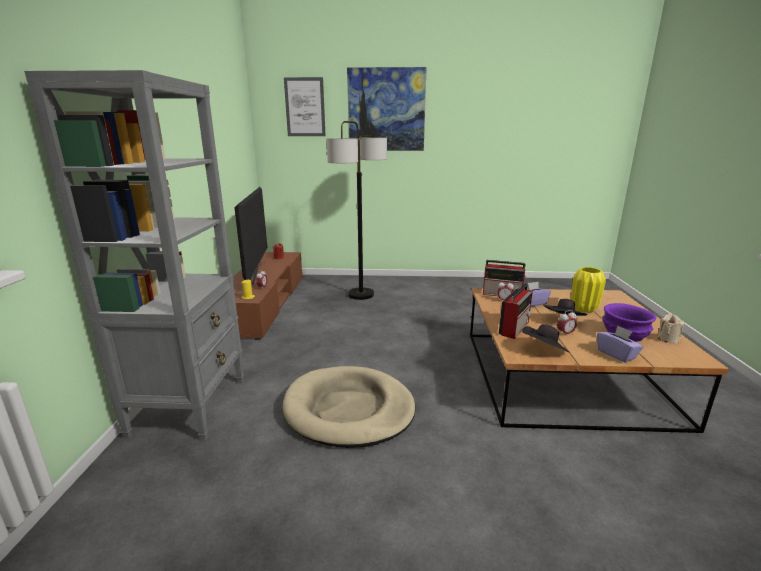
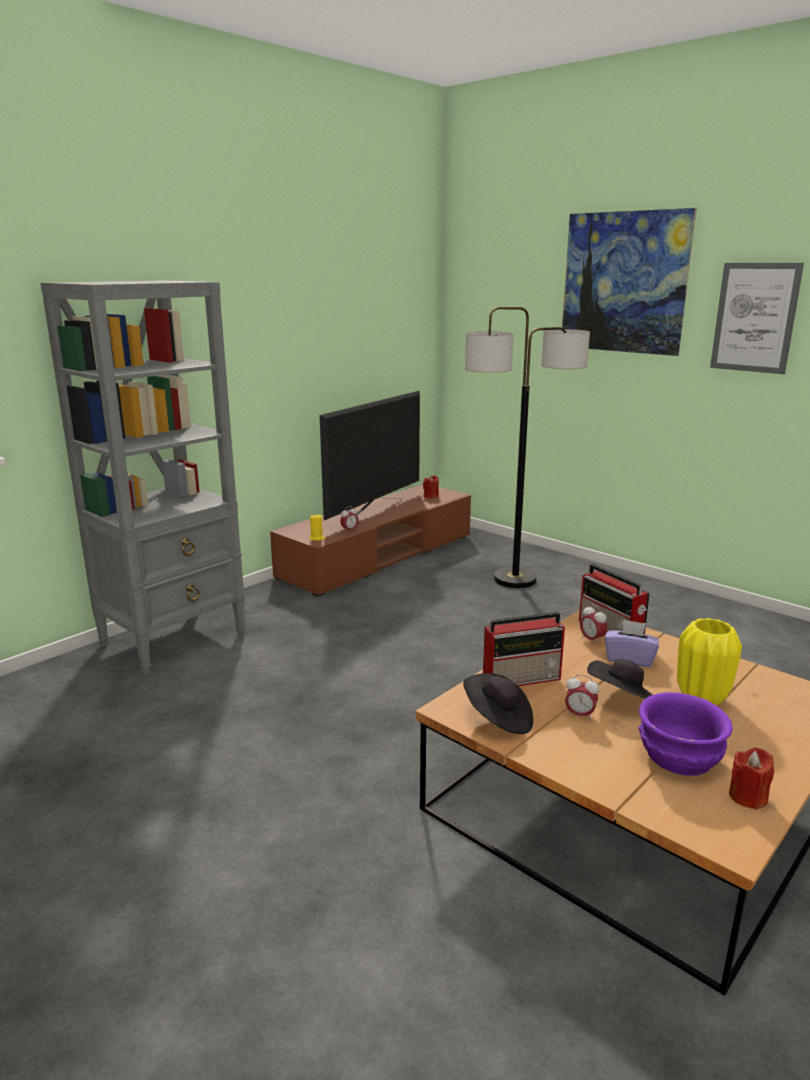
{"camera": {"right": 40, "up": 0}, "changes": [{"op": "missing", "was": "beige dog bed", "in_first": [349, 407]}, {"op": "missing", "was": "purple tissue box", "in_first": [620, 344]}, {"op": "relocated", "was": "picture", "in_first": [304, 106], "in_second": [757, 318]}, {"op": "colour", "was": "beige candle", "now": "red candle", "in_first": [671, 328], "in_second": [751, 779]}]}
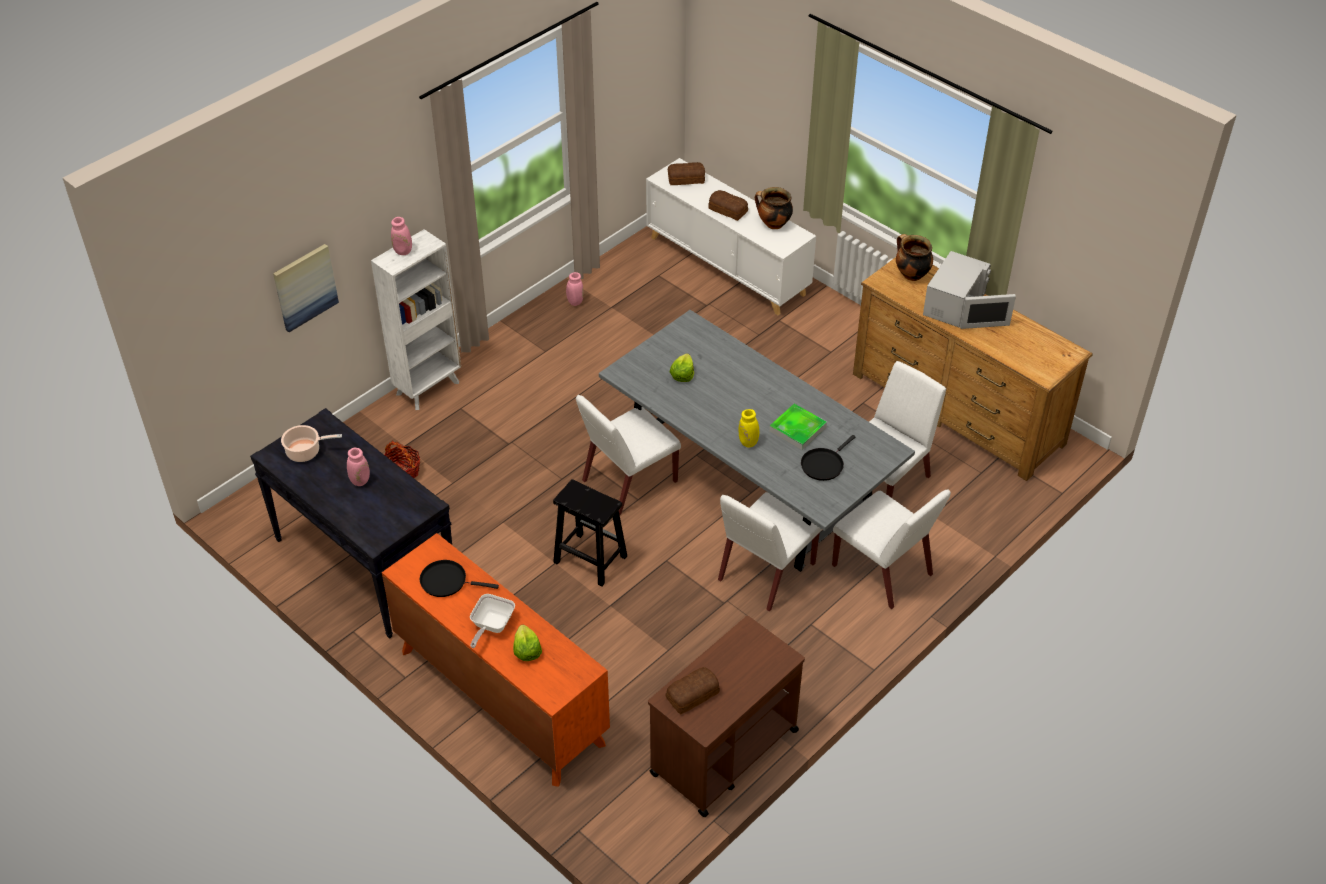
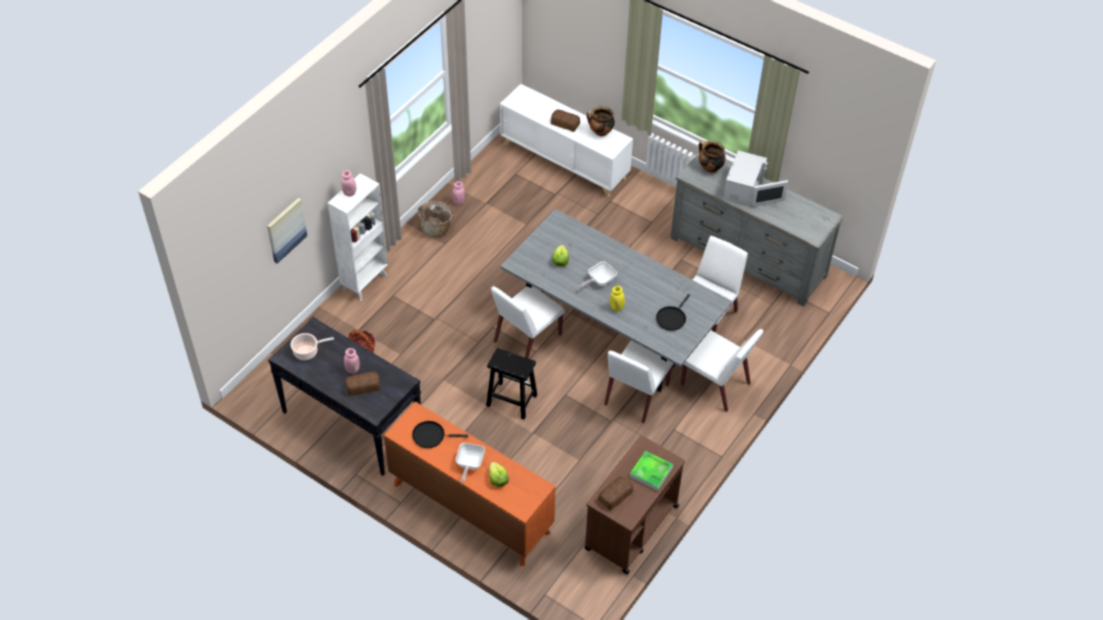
{"camera": {"right": -10, "up": 5}, "changes": [{"op": "appeared", "now": "basket", "in_second": [435, 219]}, {"op": "appeared", "now": "frying pan", "in_second": [598, 274]}, {"op": "relocated", "was": "bread", "in_first": [686, 173], "in_second": [362, 383]}, {"op": "relocated", "was": "tray", "in_first": [798, 427], "in_second": [651, 471]}, {"op": "colour", "was": "brown dresser", "now": "grey dresser", "in_first": [973, 369], "in_second": [757, 229]}]}
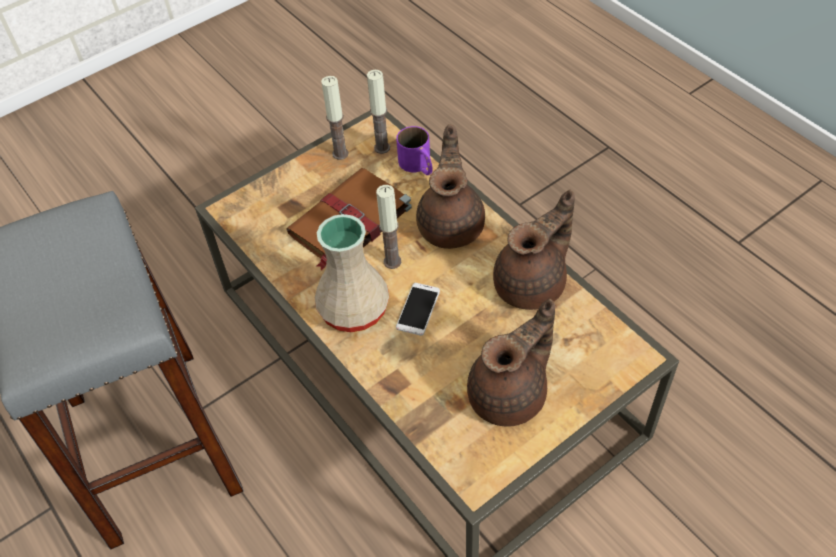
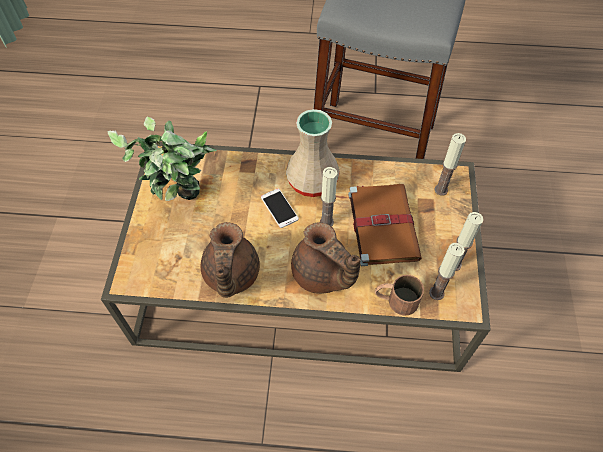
{"camera": {"right": 130, "up": 5}, "changes": [{"op": "appeared", "now": "candle", "in_second": [450, 164]}, {"op": "exchanged", "was": "brown teapot", "now": "potted plant", "in_first": [511, 363], "in_second": [162, 159]}, {"op": "colour", "was": "purple mug", "now": "brown mug", "in_first": [414, 150], "in_second": [399, 295]}]}
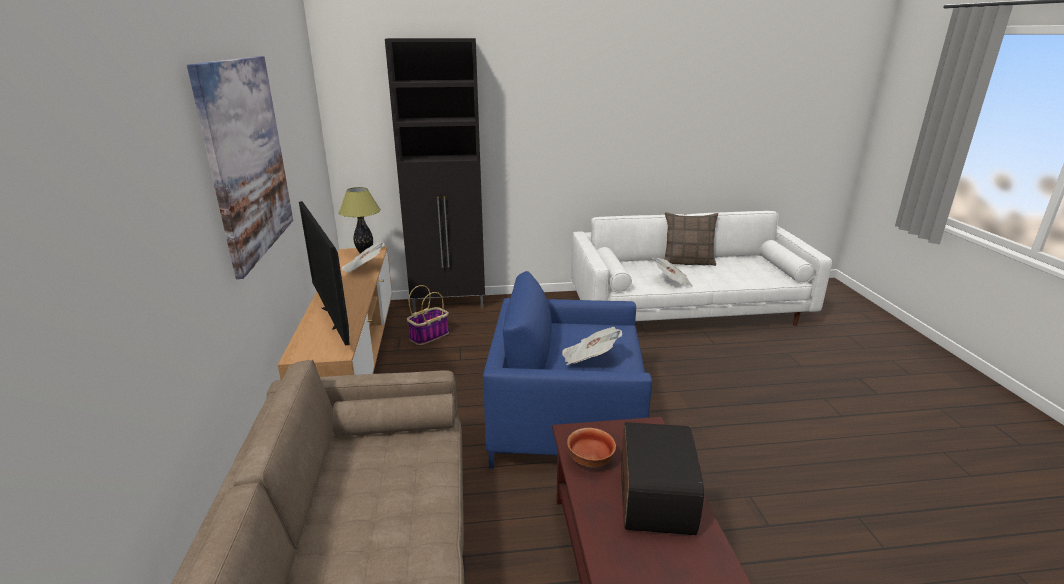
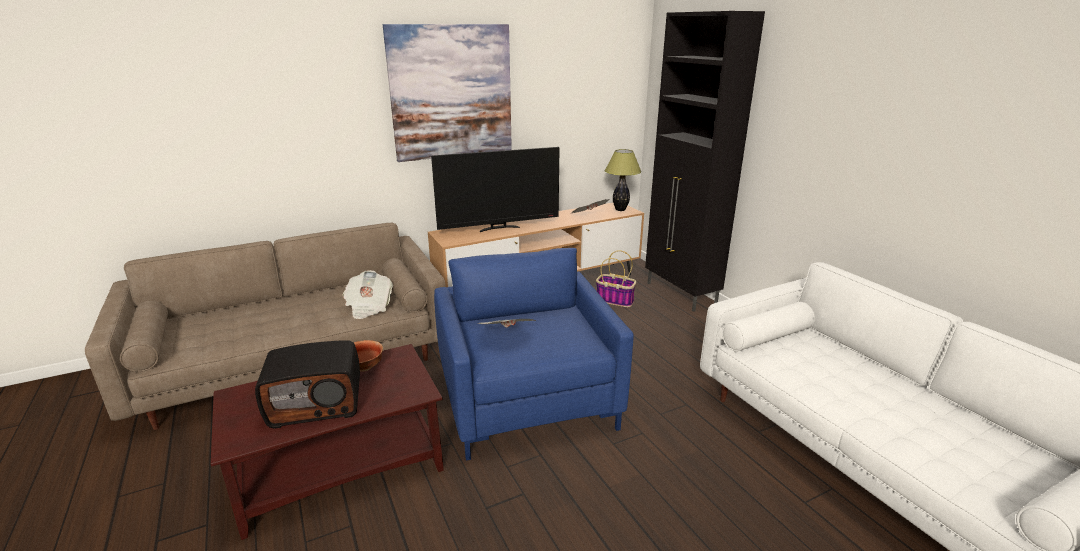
{"camera": {"right": 70, "up": 0}, "changes": [{"op": "missing", "was": "pillow", "in_first": [691, 239]}, {"op": "relocated", "was": "newspaper", "in_first": [672, 272], "in_second": [368, 294]}, {"op": "spun", "was": "television", "in_first": [324, 273], "in_second": [495, 189], "clockwise": -150}]}
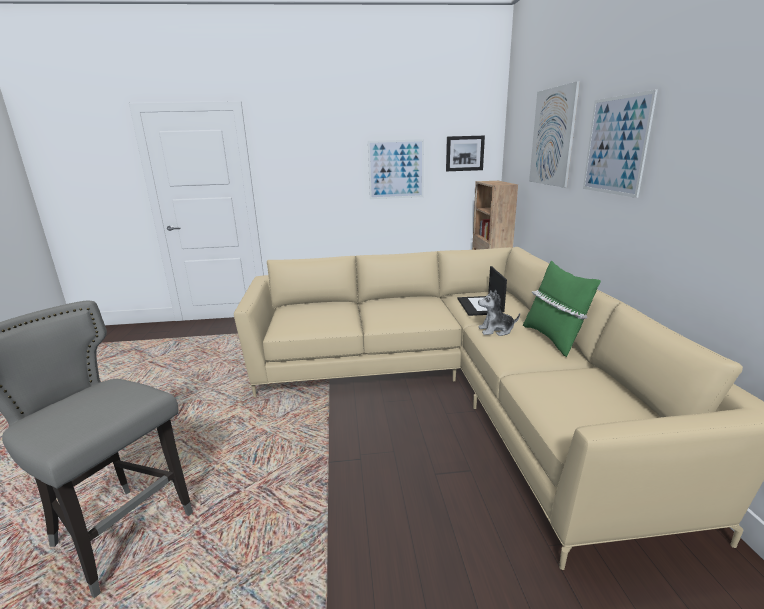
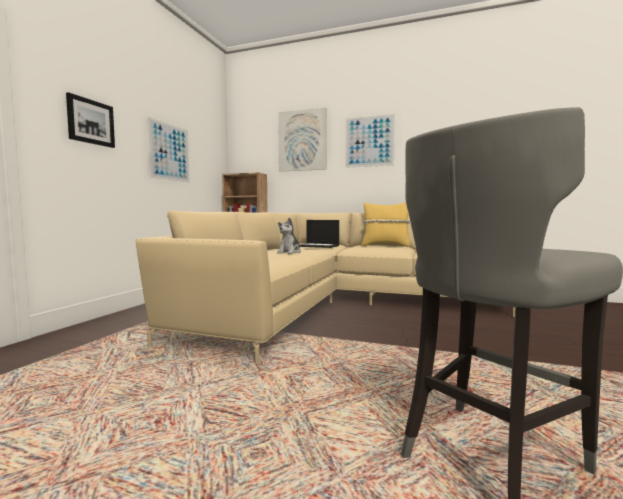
{"camera": {"right": -65, "up": -15}, "changes": [{"op": "relocated", "was": "picture", "in_first": [465, 153], "in_second": [90, 120]}, {"op": "relocated", "was": "plush toy", "in_first": [499, 313], "in_second": [289, 236]}, {"op": "colour", "was": "green pillow", "now": "yellow pillow", "in_first": [562, 309], "in_second": [385, 225]}]}
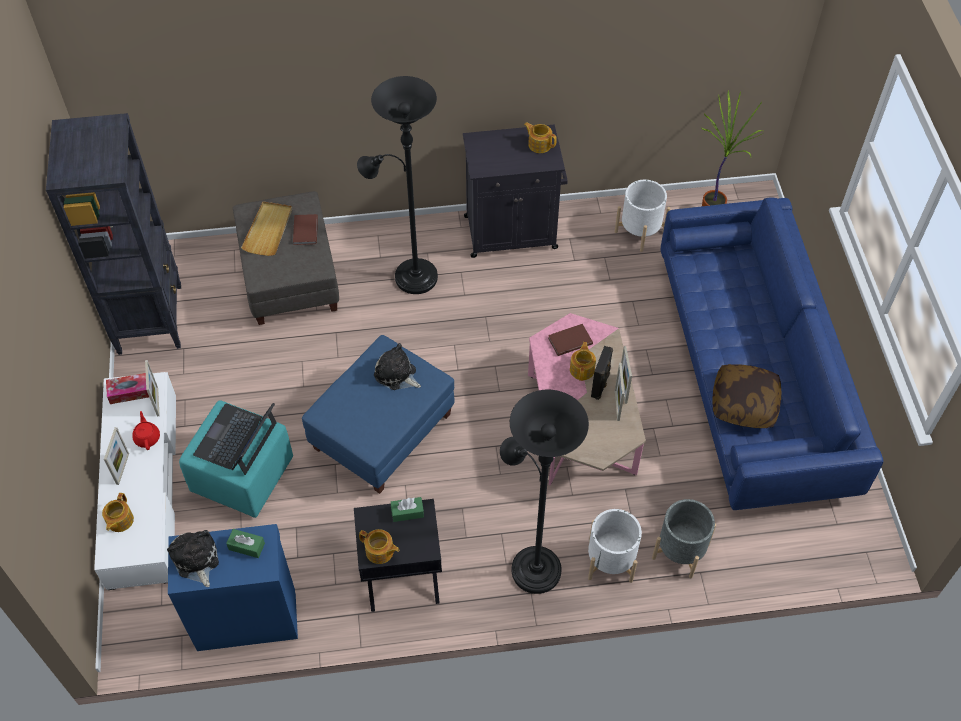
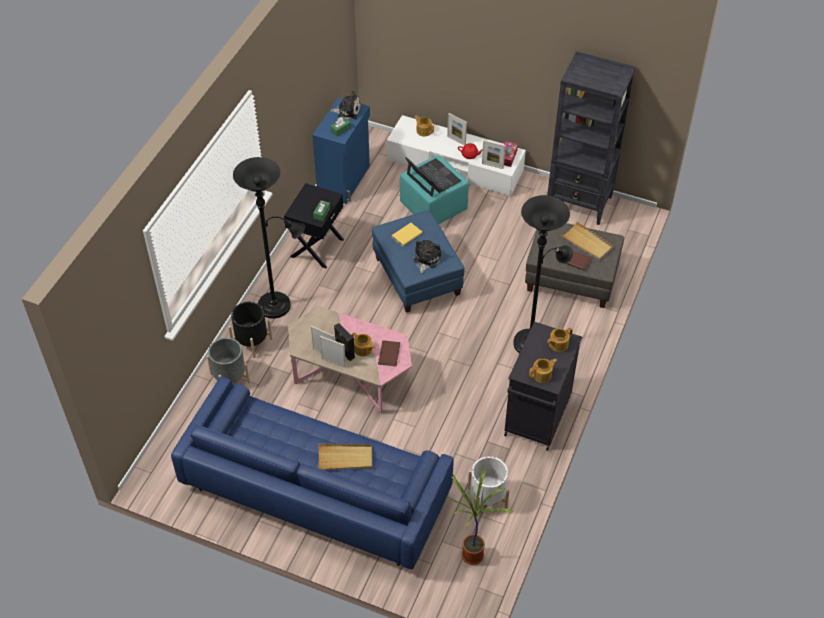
{"camera": {"right": 120, "up": -5}, "changes": [{"op": "missing", "was": "pillow", "in_first": [746, 396]}, {"op": "appeared", "now": "beige tray", "in_second": [345, 457]}, {"op": "appeared", "now": "yellow book", "in_second": [407, 234]}, {"op": "relocated", "was": "teapot", "in_first": [379, 546], "in_second": [559, 339]}, {"op": "colour", "was": "white planter", "now": "black planter", "in_first": [615, 546], "in_second": [250, 330]}, {"op": "spun", "was": "plush toy", "in_first": [397, 366], "in_second": [427, 257], "clockwise": -45}]}
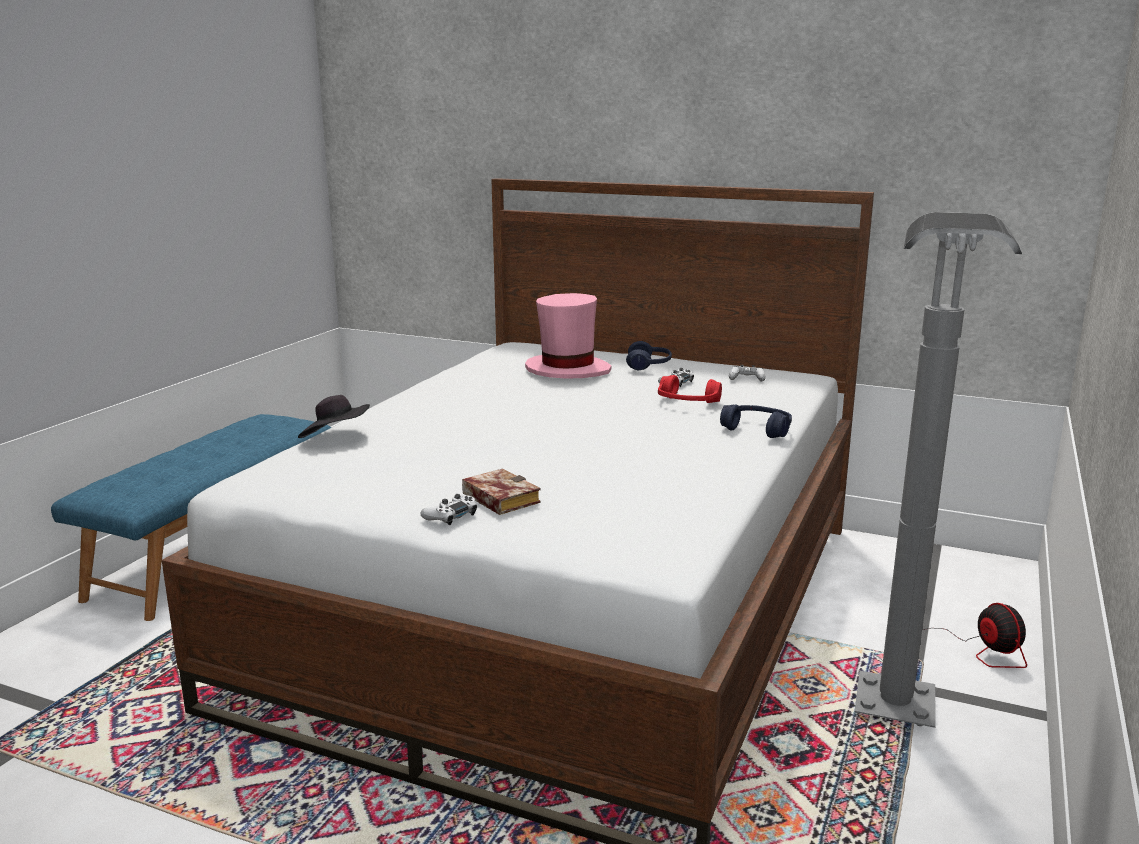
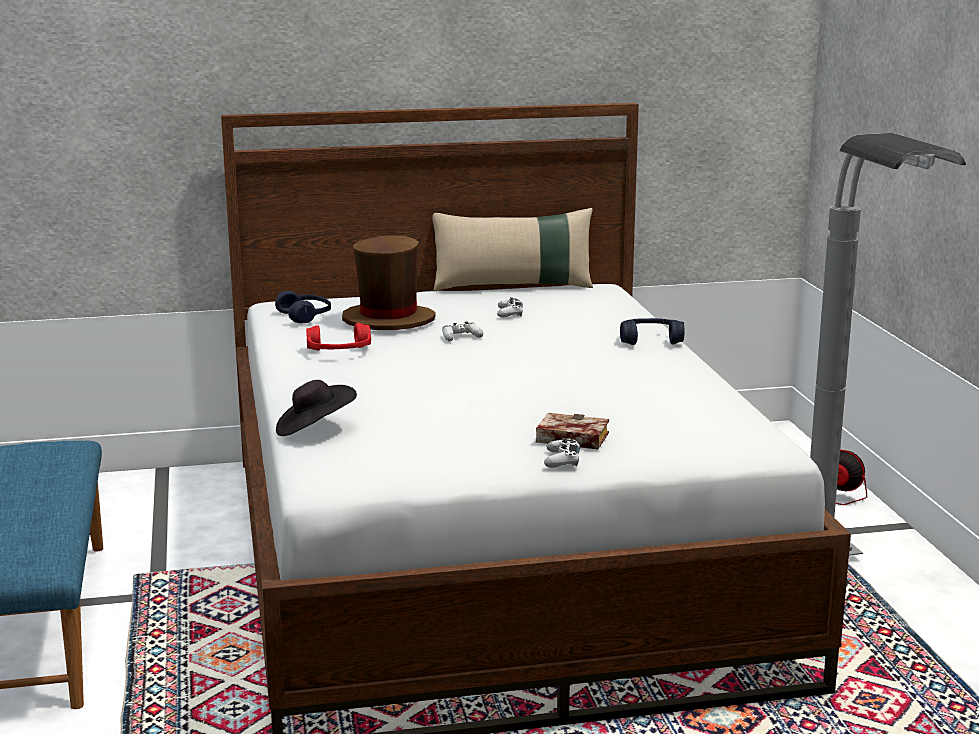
{"camera": {"right": -35, "up": 0}, "changes": [{"op": "appeared", "now": "beige pillow", "in_second": [512, 249]}, {"op": "relocated", "was": "blue headphones", "in_first": [649, 355], "in_second": [303, 307]}, {"op": "relocated", "was": "red headphones", "in_first": [690, 389], "in_second": [338, 337]}, {"op": "relocated", "was": "white game controller", "in_first": [747, 373], "in_second": [462, 331]}, {"op": "colour", "was": "pink hat", "now": "brown hat", "in_first": [568, 336], "in_second": [389, 283]}]}
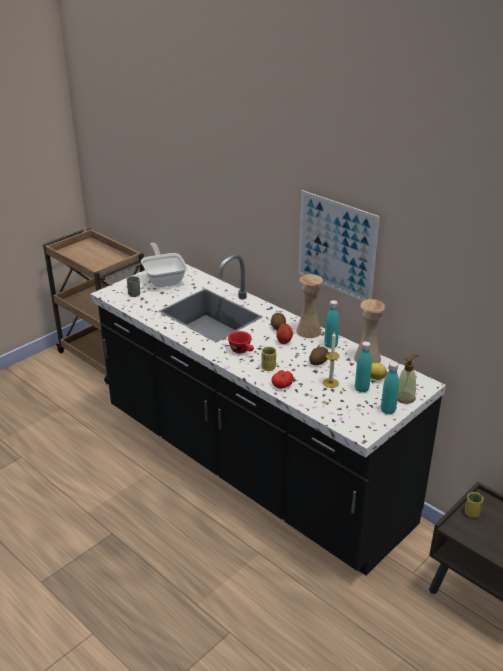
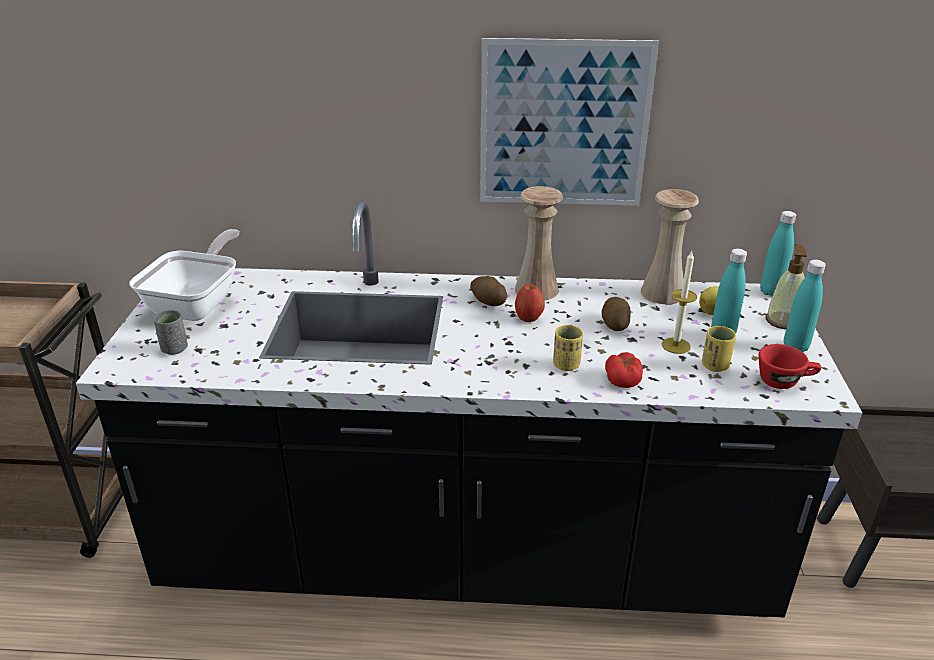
{"camera": {"right": -40, "up": 0}, "changes": [{"op": "relocated", "was": "red cup", "in_first": [241, 342], "in_second": [789, 366]}, {"op": "relocated", "was": "turquoise bottle", "in_first": [331, 324], "in_second": [778, 254]}, {"op": "relocated", "was": "yellow cup", "in_first": [474, 505], "in_second": [719, 349]}, {"op": "spun", "was": "frying pan", "in_first": [164, 265], "in_second": [184, 275], "clockwise": 75}]}
